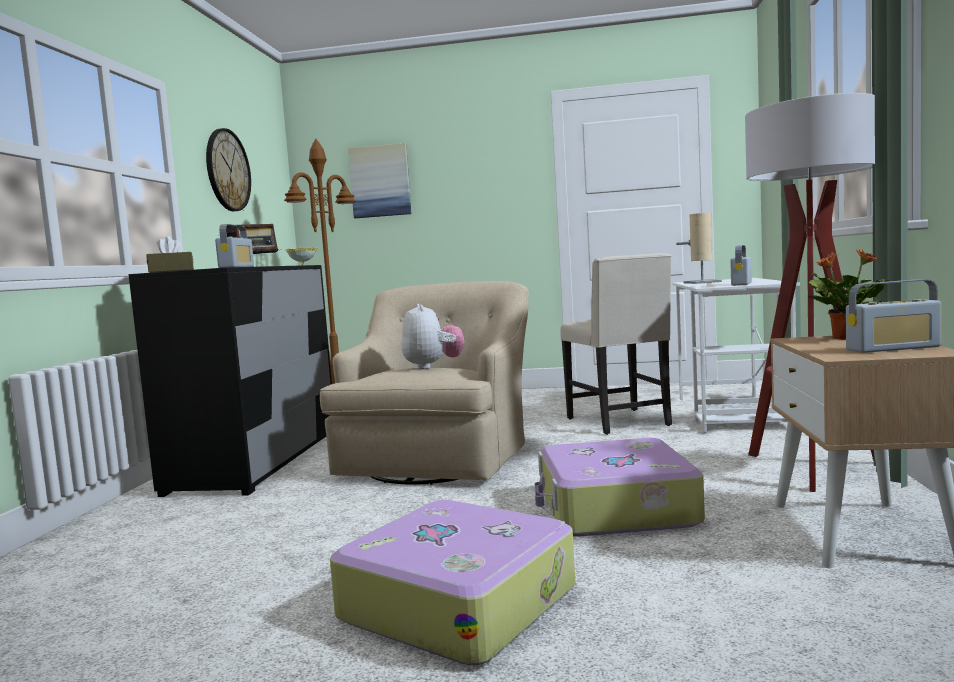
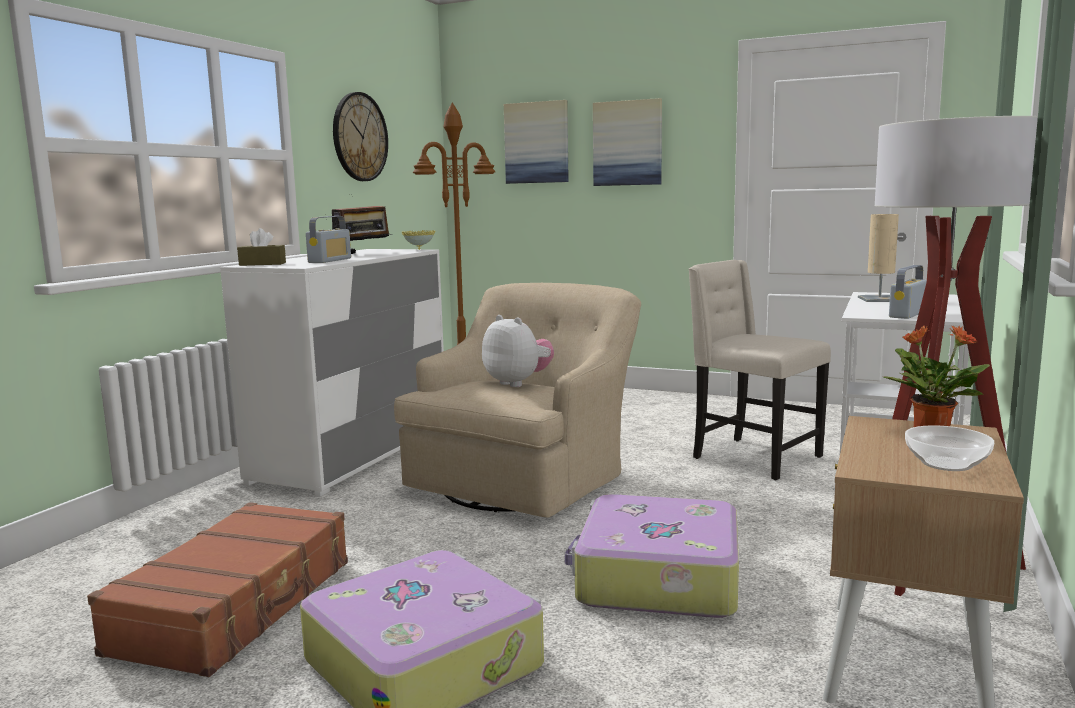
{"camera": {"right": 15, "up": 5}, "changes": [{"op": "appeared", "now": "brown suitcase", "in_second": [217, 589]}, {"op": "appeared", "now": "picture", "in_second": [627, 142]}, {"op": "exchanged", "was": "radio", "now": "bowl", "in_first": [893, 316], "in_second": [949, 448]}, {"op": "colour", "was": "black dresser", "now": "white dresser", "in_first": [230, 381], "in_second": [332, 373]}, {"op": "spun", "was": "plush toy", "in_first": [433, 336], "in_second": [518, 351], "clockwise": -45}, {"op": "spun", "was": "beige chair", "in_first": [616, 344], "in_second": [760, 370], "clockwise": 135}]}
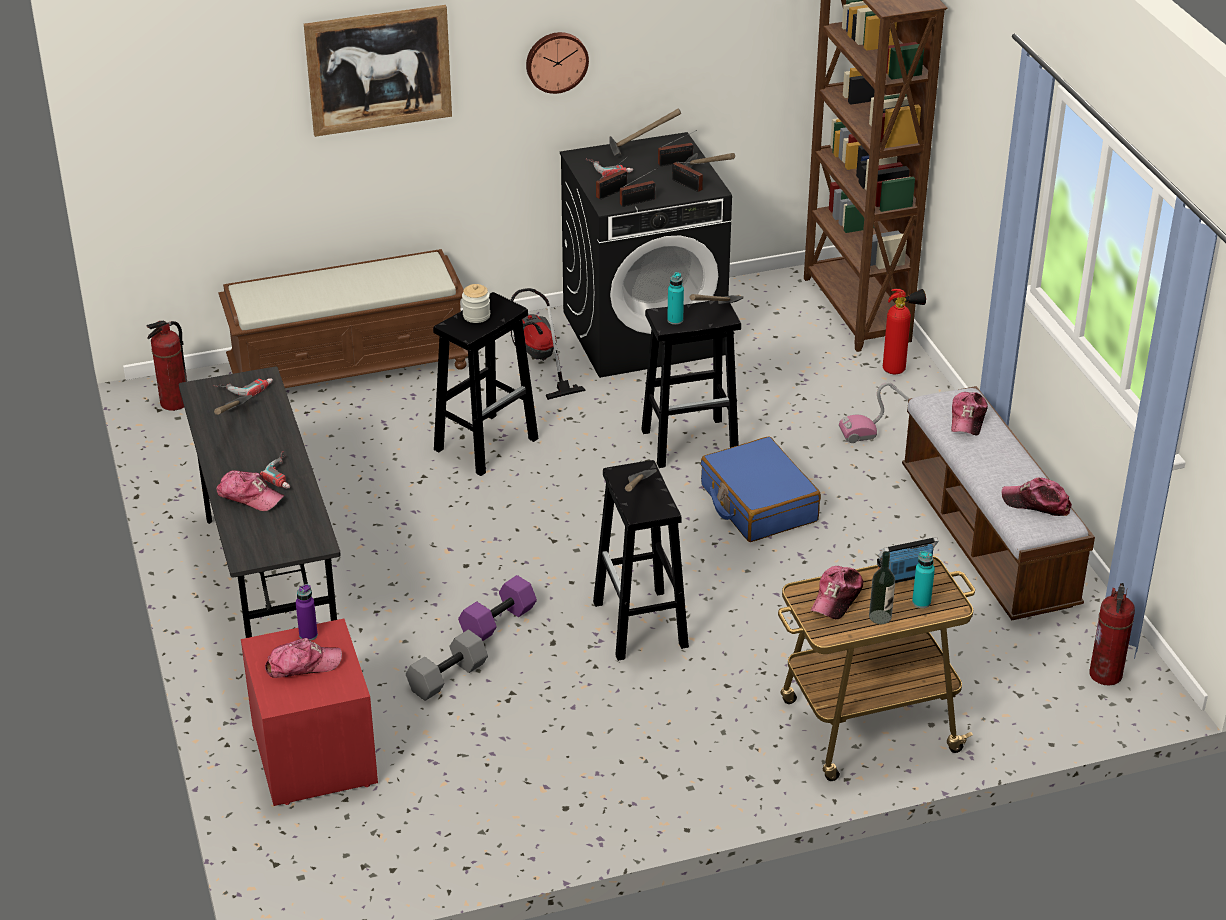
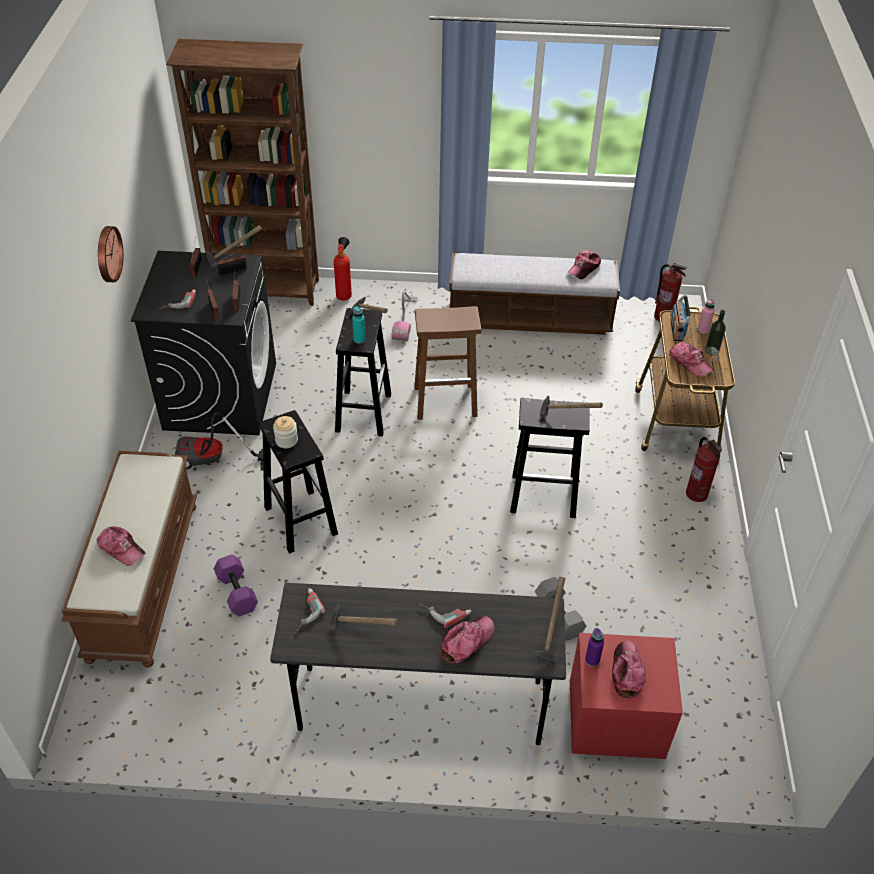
{"camera": {"right": -70, "up": 10}, "changes": [{"op": "missing", "was": "picture", "in_first": [378, 71]}, {"op": "relocated", "was": "fire extinguisher", "in_first": [166, 366], "in_second": [704, 469]}, {"op": "relocated", "was": "purple dumbbell", "in_first": [497, 608], "in_second": [236, 585]}, {"op": "relocated", "was": "hammer", "in_first": [645, 133], "in_second": [549, 619]}, {"op": "relocated", "was": "cap", "in_first": [969, 414], "in_second": [121, 546]}, {"op": "exchanged", "was": "blue suitcase", "now": "brown stool", "in_first": [761, 489], "in_second": [447, 363]}, {"op": "colour", "was": "turquoise bottle", "now": "pink bottle", "in_first": [923, 579], "in_second": [706, 316]}]}
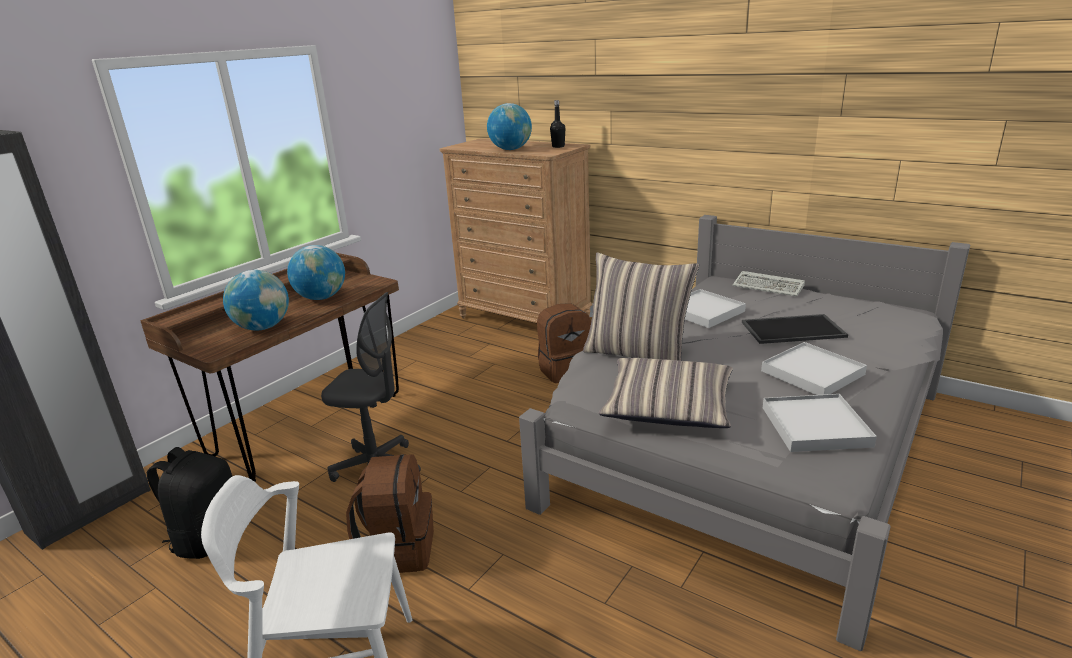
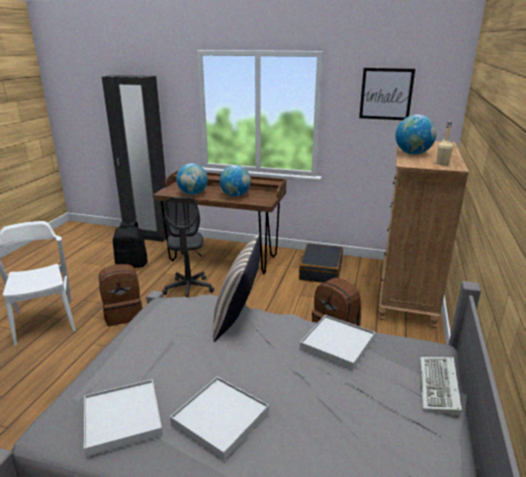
{"camera": {"right": 70, "up": 0}, "changes": [{"op": "missing", "was": "pillow", "in_first": [666, 393]}, {"op": "missing", "was": "tray", "in_first": [795, 329]}, {"op": "appeared", "now": "black suitcase", "in_second": [321, 263]}, {"op": "appeared", "now": "picture", "in_second": [387, 94]}, {"op": "colour", "was": "black bottle", "now": "beige bottle", "in_first": [557, 124], "in_second": [444, 143]}]}
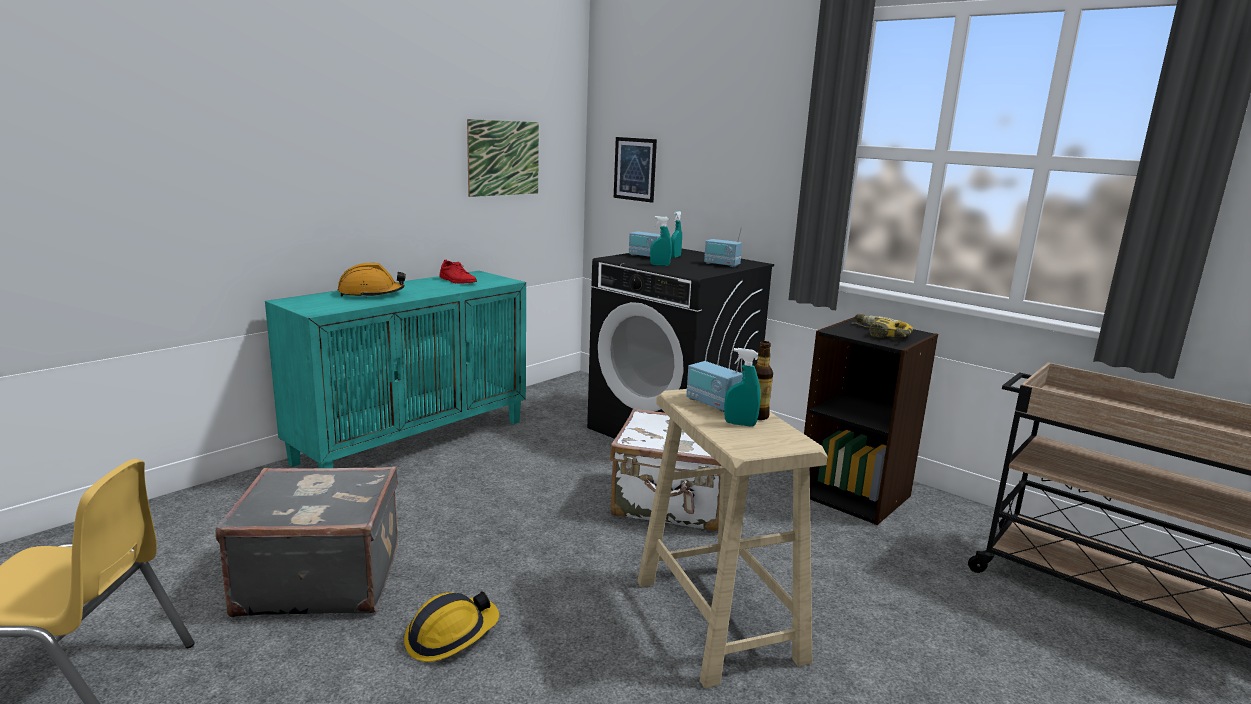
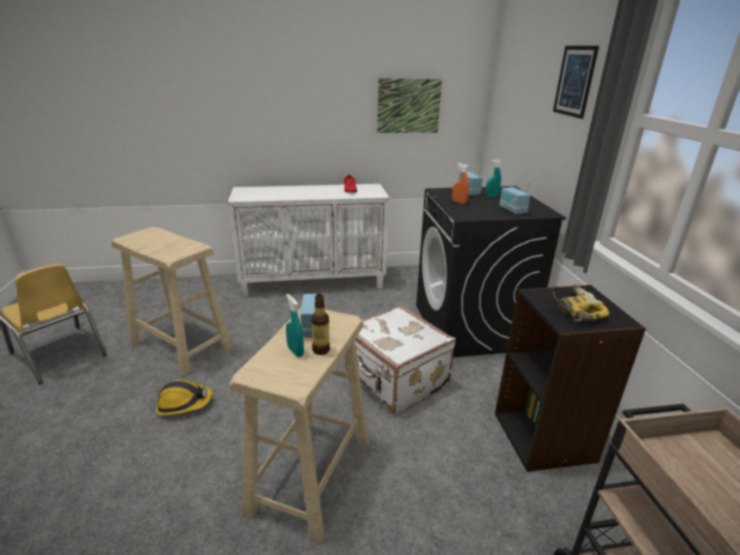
{"camera": {"right": 40, "up": 10}, "changes": [{"op": "missing", "was": "orange hard hat", "in_first": [371, 280]}, {"op": "relocated", "was": "picture", "in_first": [635, 170], "in_second": [576, 82]}, {"op": "exchanged", "was": "grey suitcase", "now": "beige stool", "in_first": [307, 542], "in_second": [171, 301]}, {"op": "colour", "was": "turquoise cabinet", "now": "white cabinet", "in_first": [395, 369], "in_second": [308, 240]}, {"op": "colour", "was": "turquoise spray bottle", "now": "orange spray bottle", "in_first": [661, 241], "in_second": [460, 183]}]}
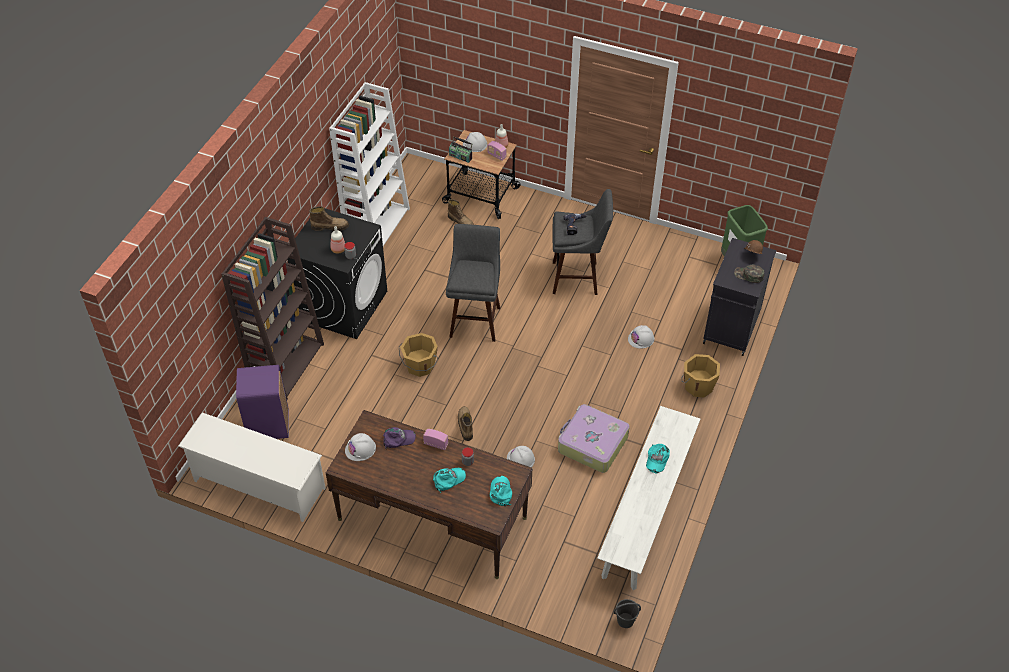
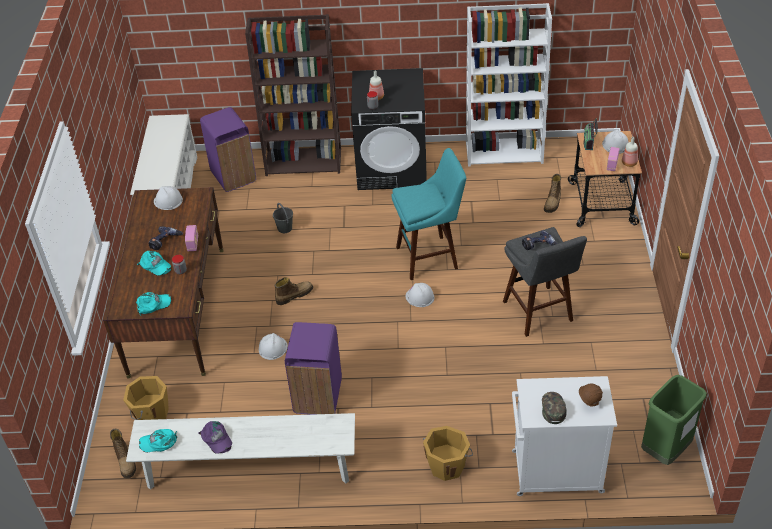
{"camera": {"right": 70, "up": -5}, "changes": [{"op": "appeared", "now": "power drill", "in_second": [165, 238]}, {"op": "relocated", "was": "boot", "in_first": [329, 218], "in_second": [123, 453]}, {"op": "relocated", "was": "purple cap", "in_first": [399, 438], "in_second": [215, 437]}, {"op": "relocated", "was": "orange bucket", "in_first": [418, 355], "in_second": [146, 398]}, {"op": "relocated", "was": "grey bucket", "in_first": [627, 613], "in_second": [283, 218]}, {"op": "relocated", "was": "white hard hat", "in_first": [641, 337], "in_second": [420, 295]}, {"op": "relocated", "was": "turquoise cap", "in_first": [658, 459], "in_second": [158, 440]}, {"op": "exchanged", "was": "suitcase", "now": "purple trash can", "in_first": [594, 438], "in_second": [313, 368]}, {"op": "colour", "was": "grey stool", "now": "turquoise stool", "in_first": [473, 283], "in_second": [428, 214]}, {"op": "colour", "was": "black cabinet", "now": "white cabinet", "in_first": [740, 297], "in_second": [564, 436]}]}
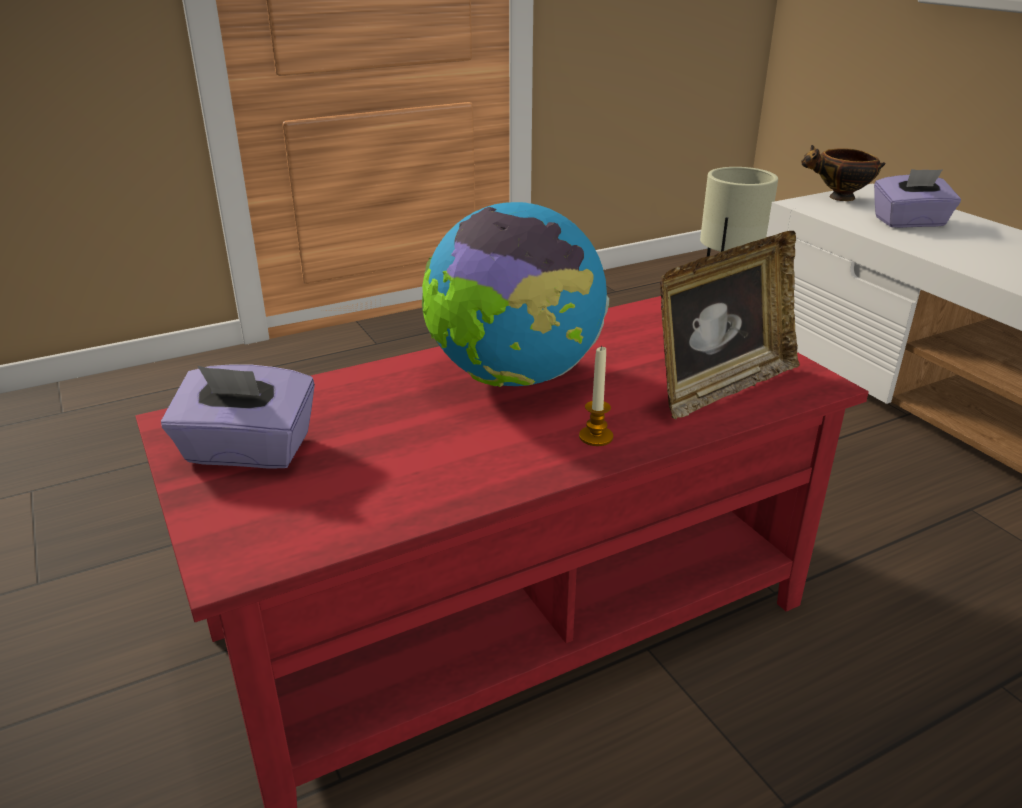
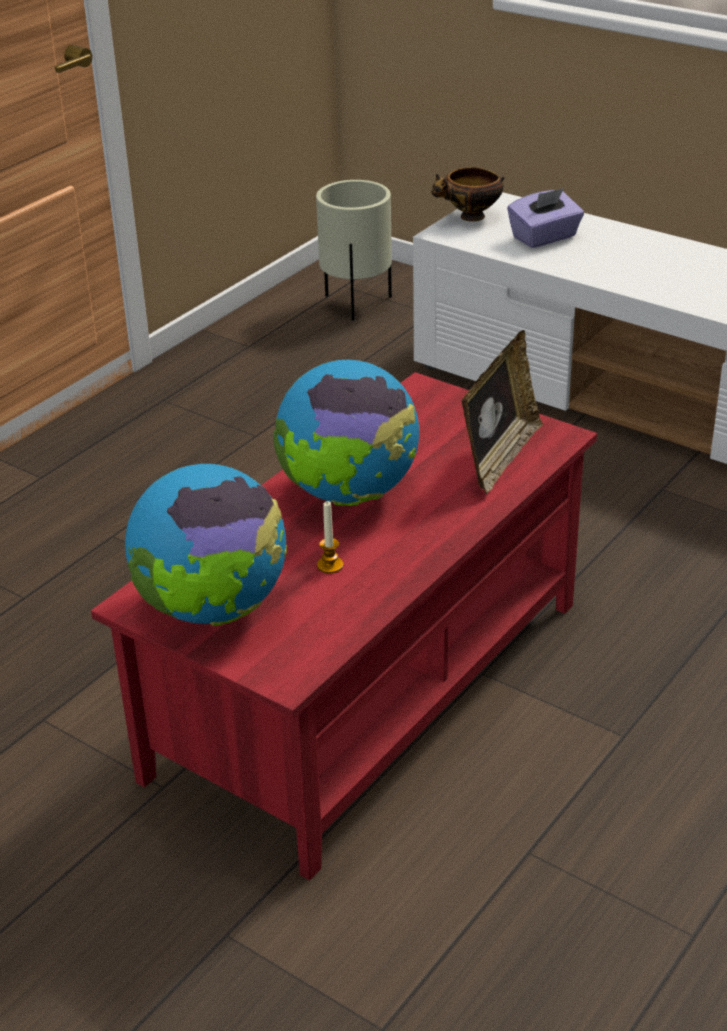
{"camera": {"right": -25, "up": 5}, "changes": [{"op": "relocated", "was": "candle", "in_first": [596, 395], "in_second": [330, 537]}, {"op": "exchanged", "was": "purple tissue box", "now": "globe", "in_first": [238, 416], "in_second": [206, 545]}]}
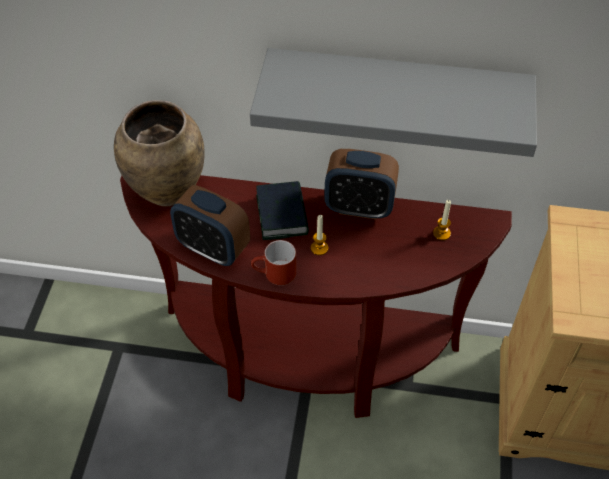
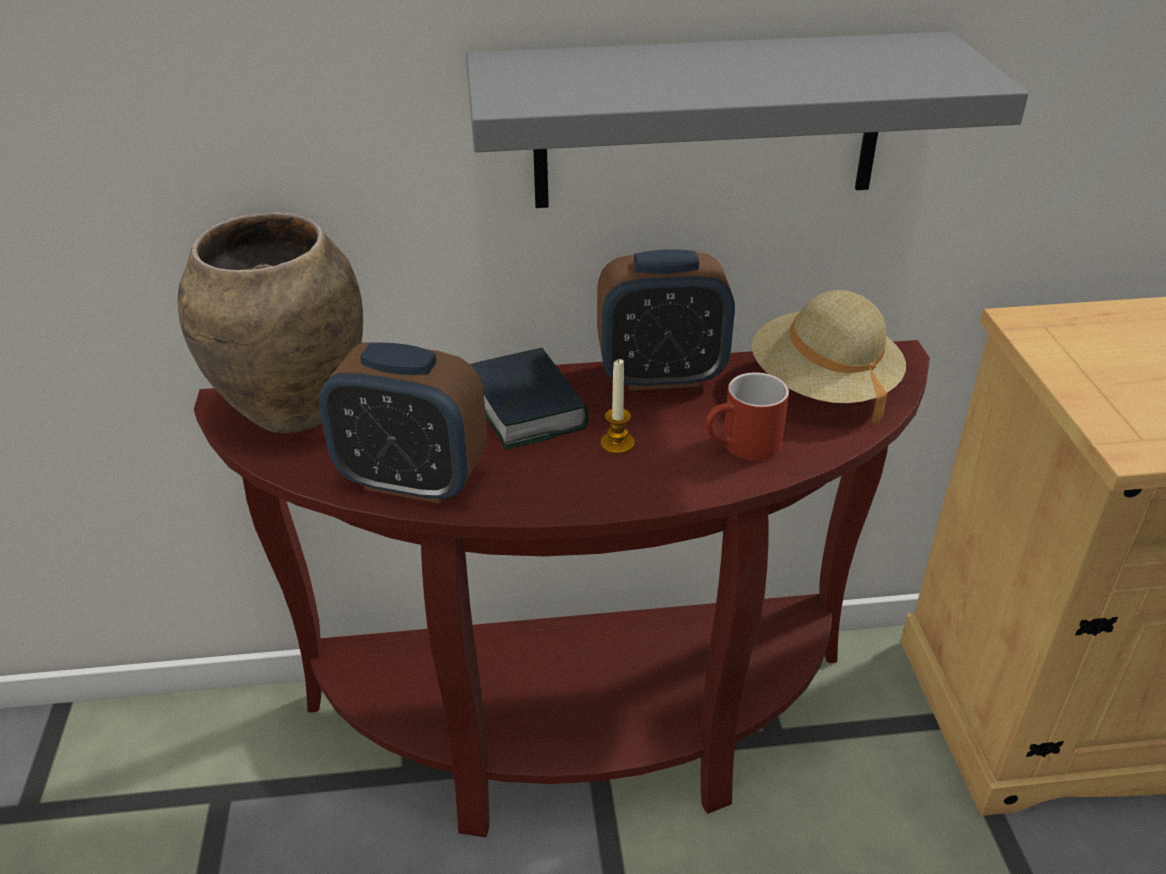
{"camera": {"right": -15, "up": -15}, "changes": [{"op": "relocated", "was": "red mug", "in_first": [273, 262], "in_second": [747, 416]}, {"op": "exchanged", "was": "candle", "now": "beige hat", "in_first": [442, 220], "in_second": [829, 356]}]}
